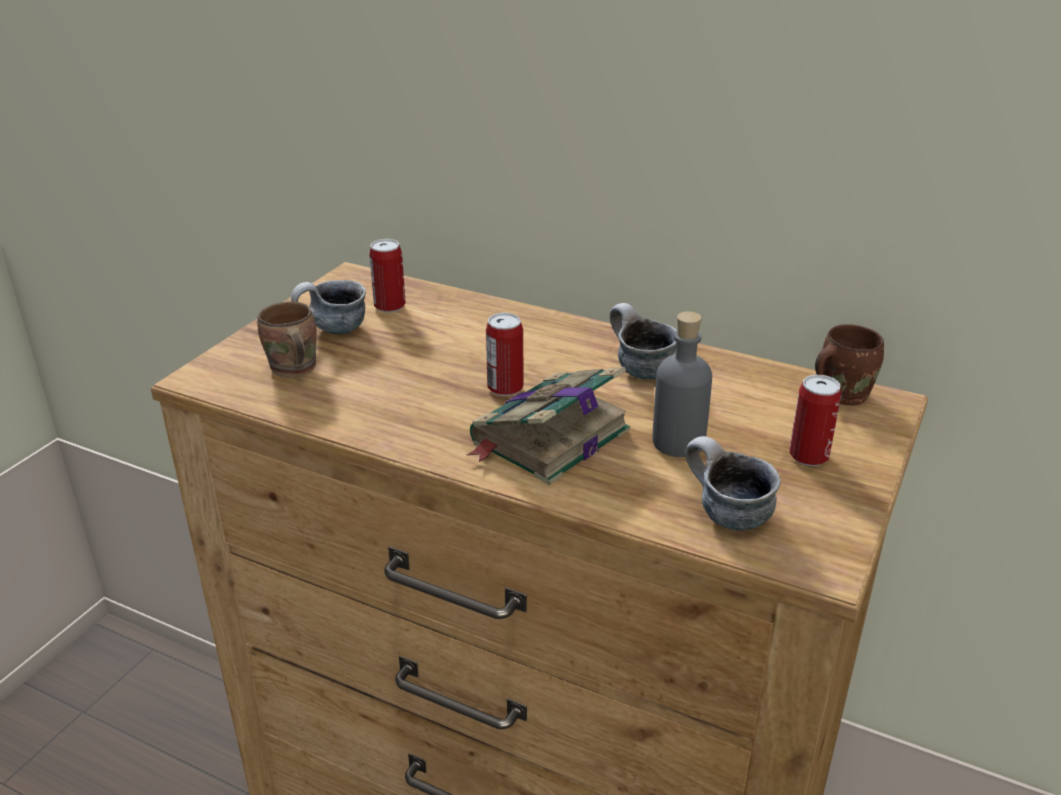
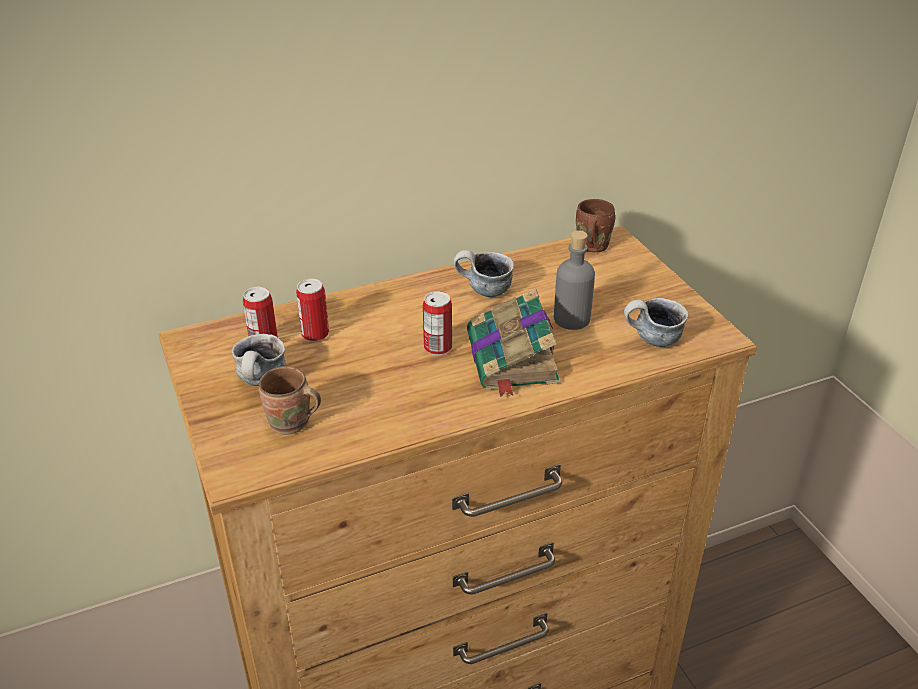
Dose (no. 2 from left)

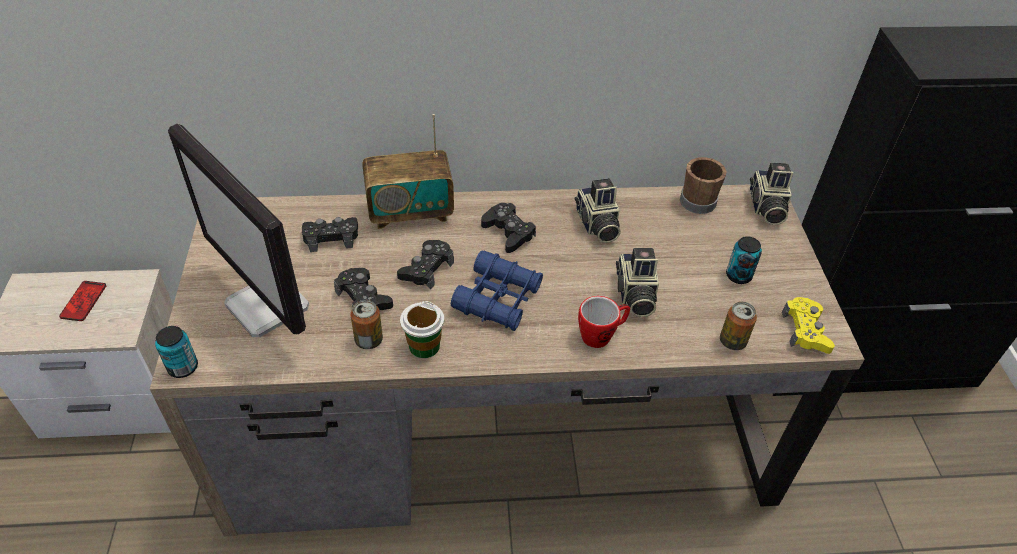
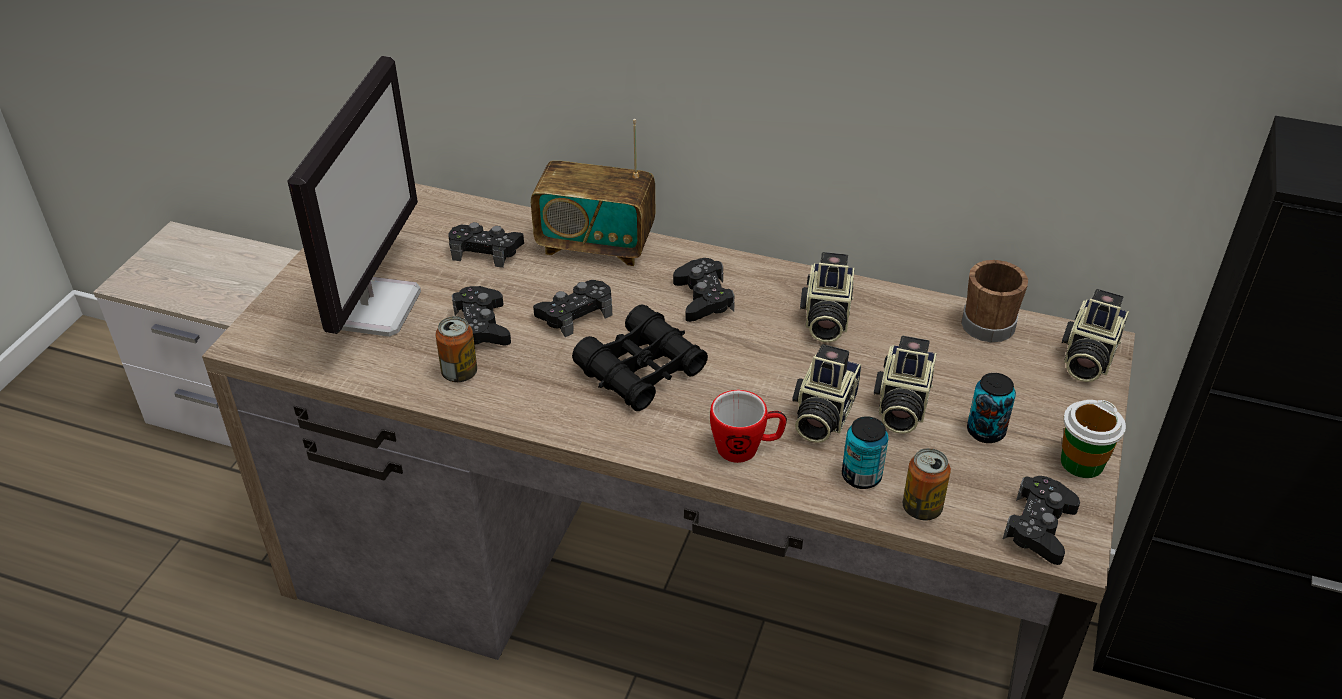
Monitor
Fernglas (schwarz)
Dose (no. 2 from left)
Kamera (no. 3 from left)
Gamepad (schwarz) (no. 5 from left)
Tasse
Handy

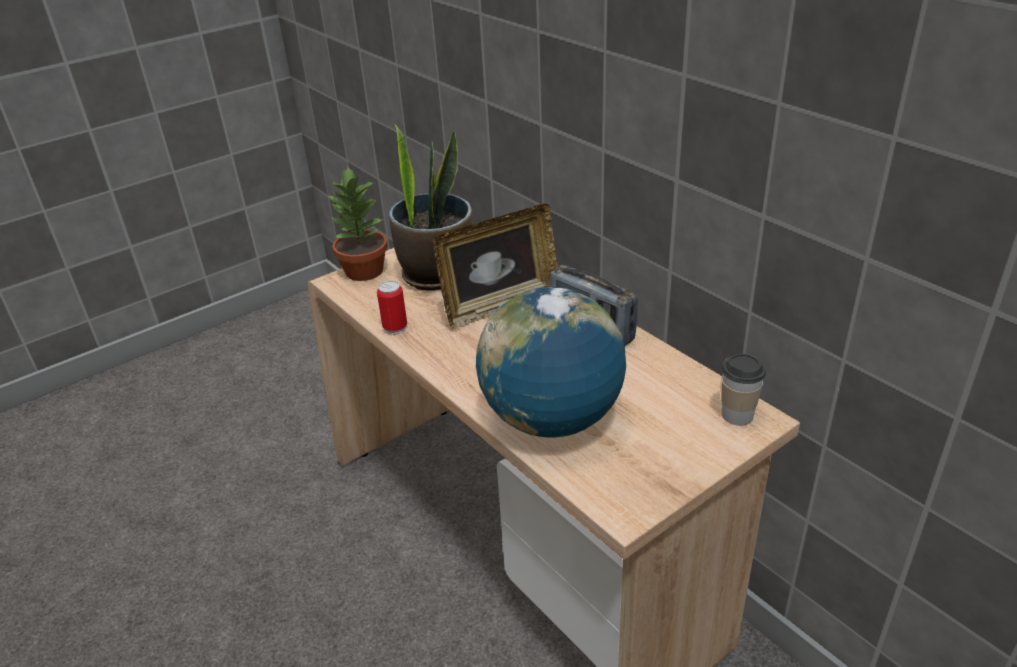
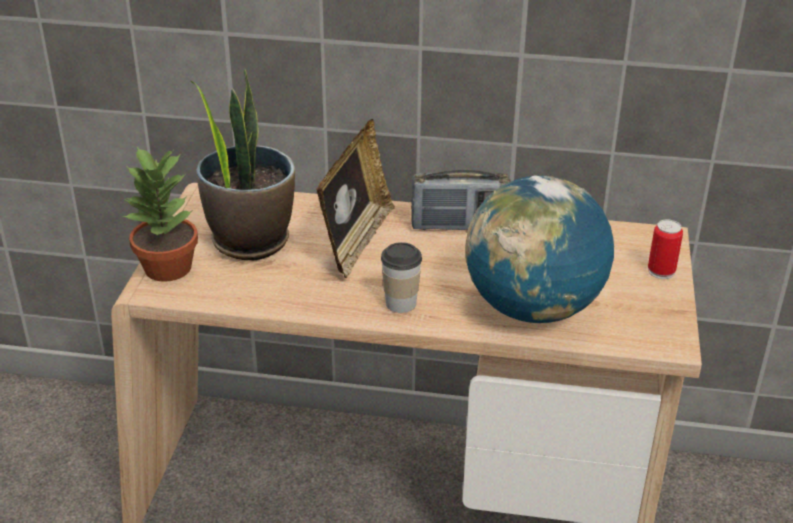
Tasse
Dose

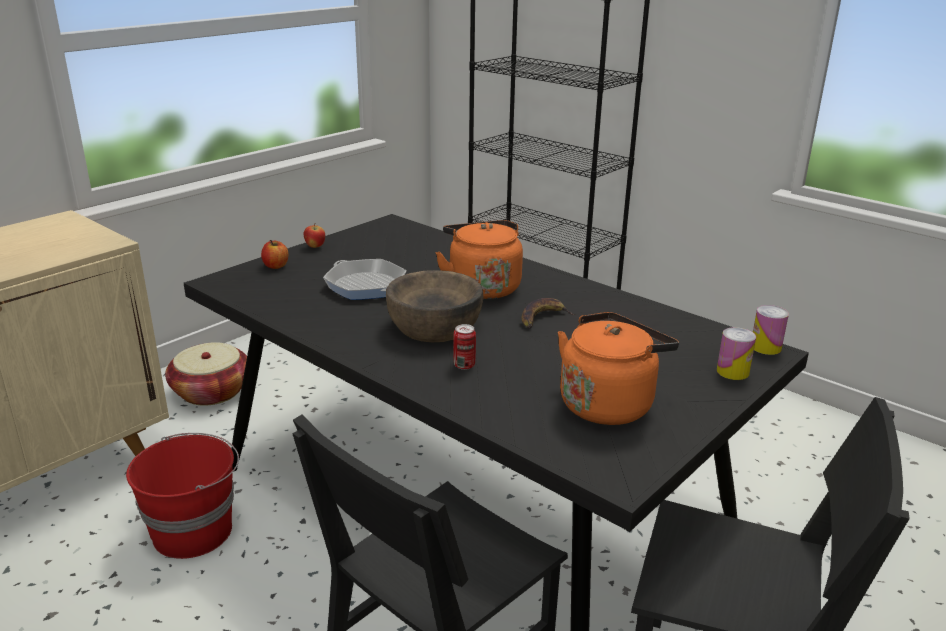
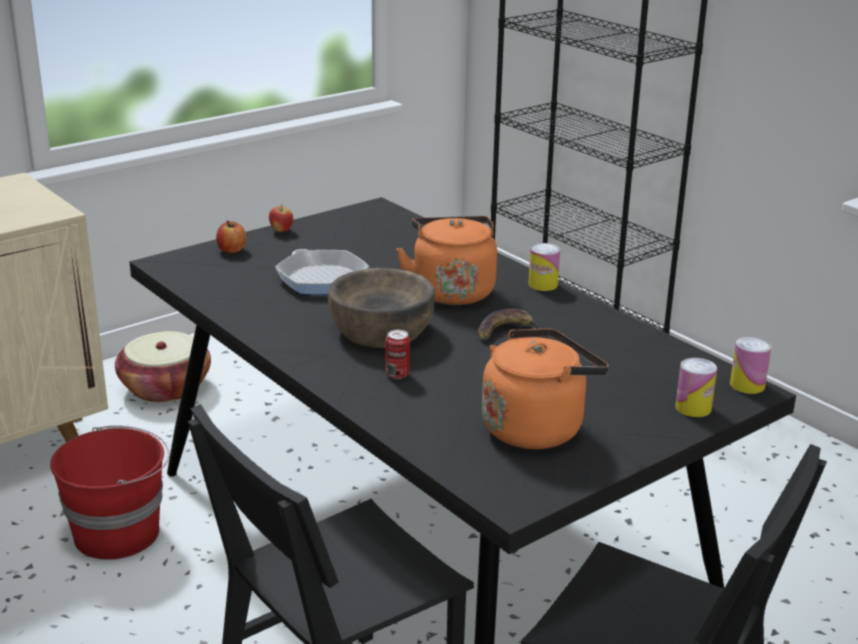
Dose (no. 2 from left)

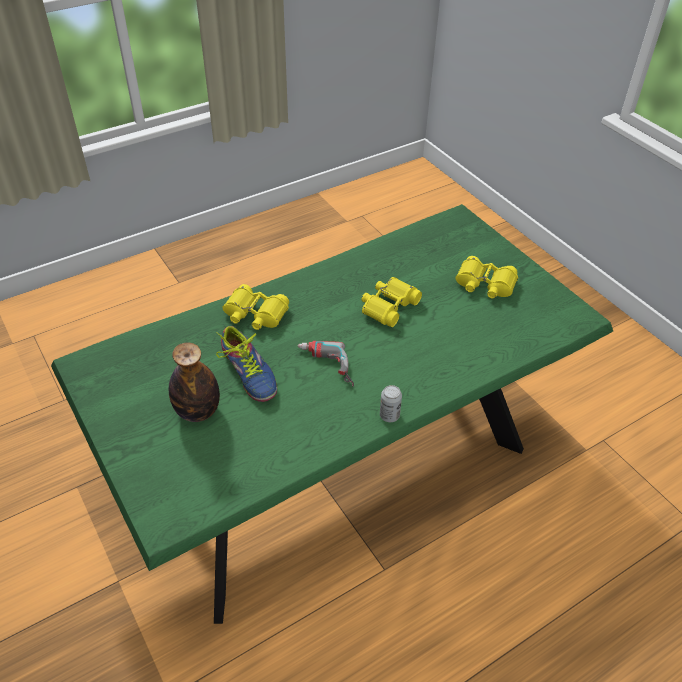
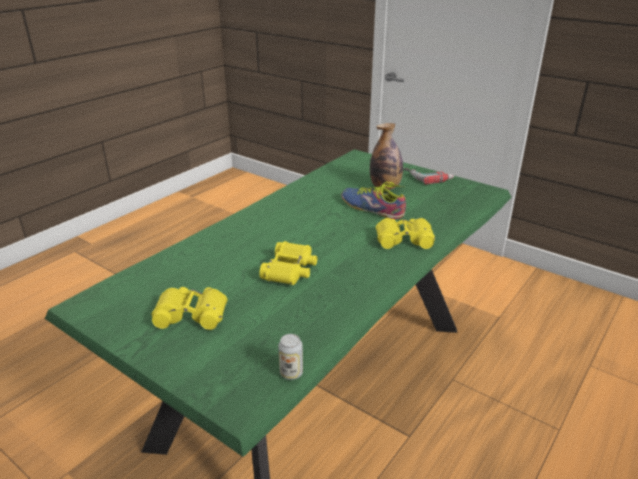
Dose
Bohrmaschine

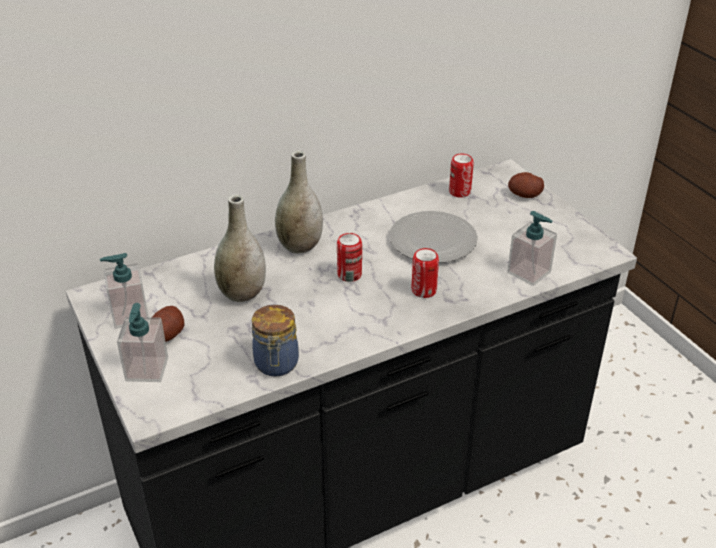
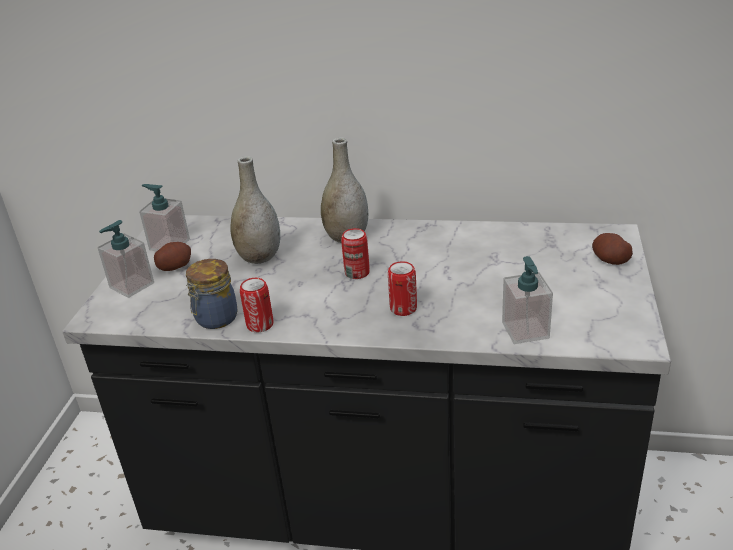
Dose (no. 1 from left)
Teller

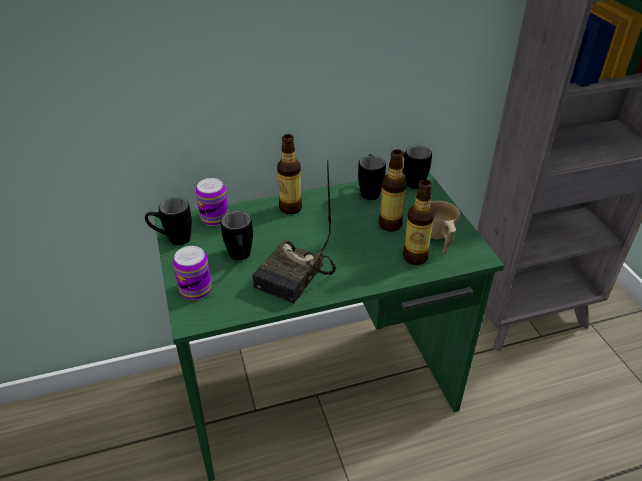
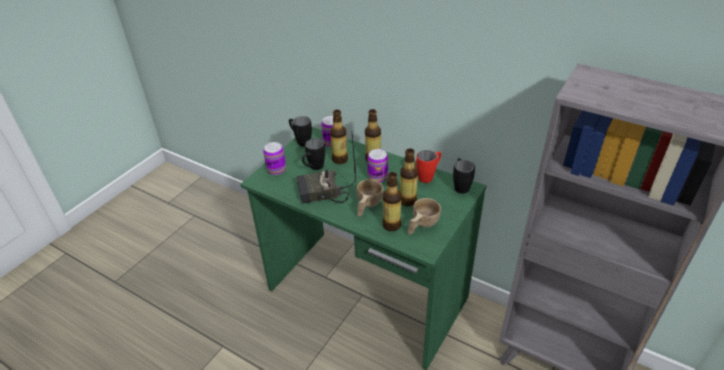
Flasche (no. 1 from left)
Tasse (beige) (no. 1 from left)
Dose (no. 3 from left)
Henkelbecher (rot)

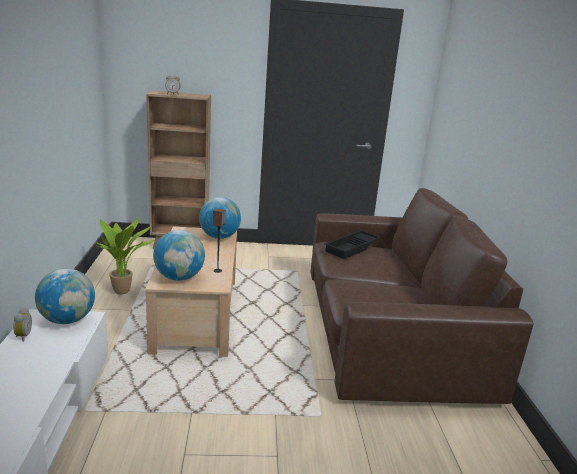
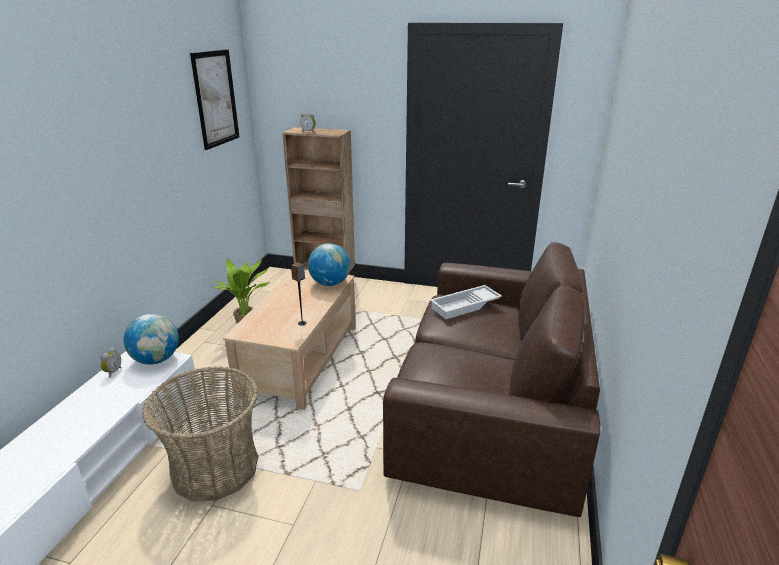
Korb
Bild
Tablett (weiß)
Globus (no. 2 from left in the first image)

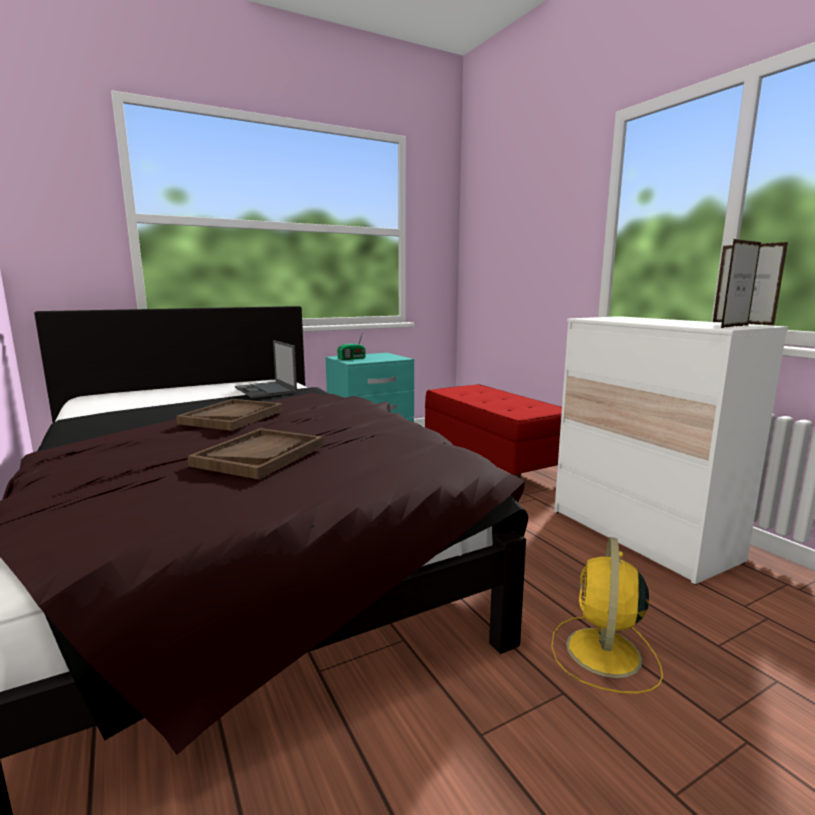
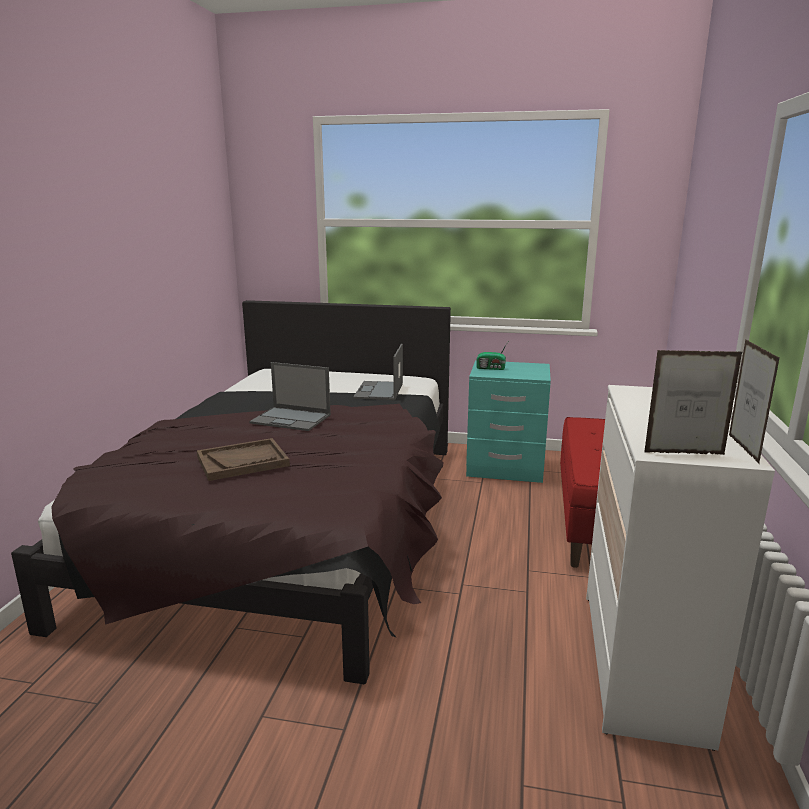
Laptop (no. 1 from left)
Ventilator (gelb)

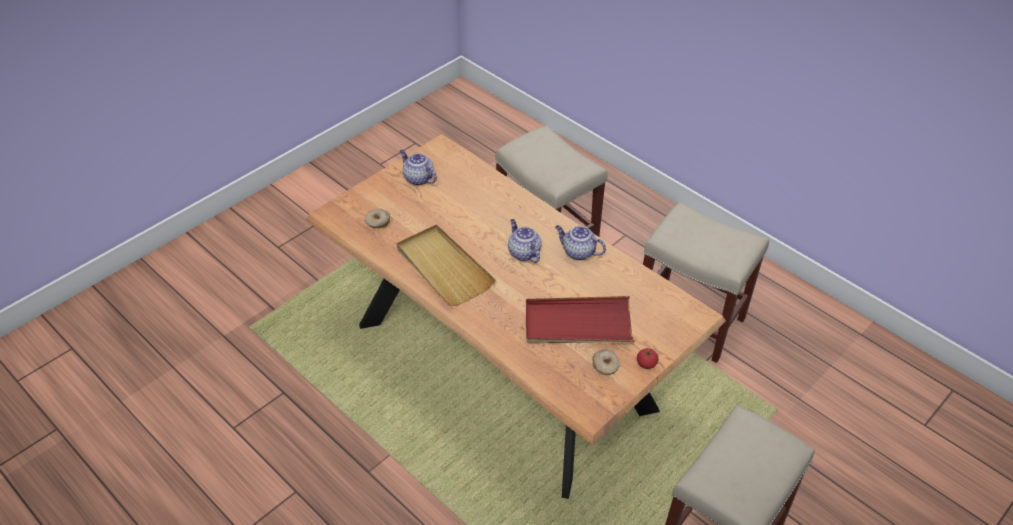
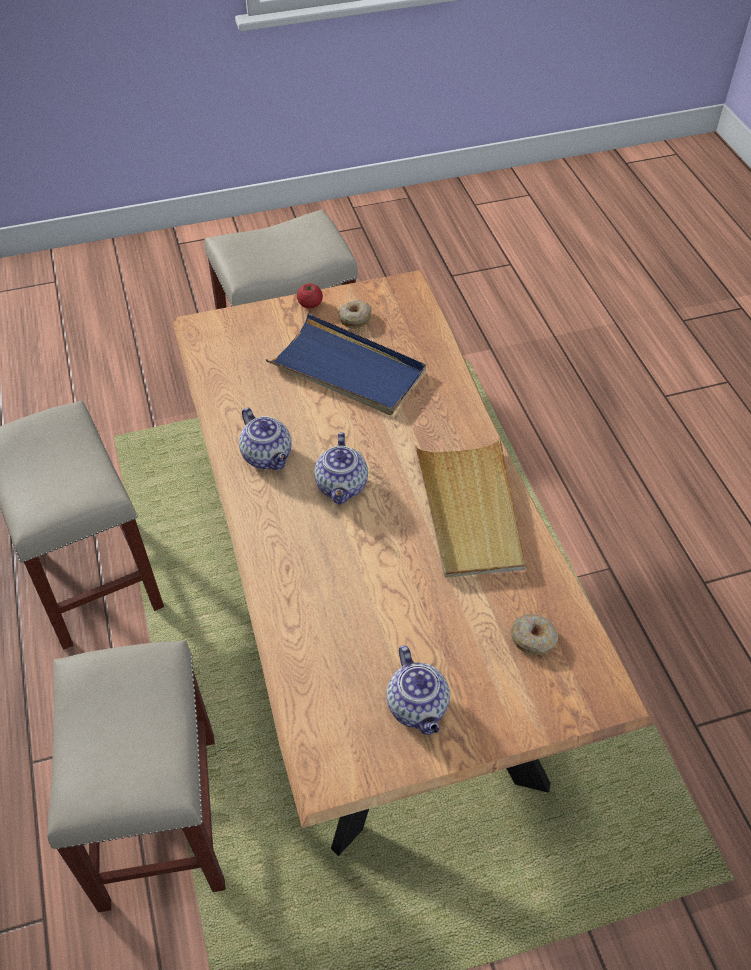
Tablett (blau)

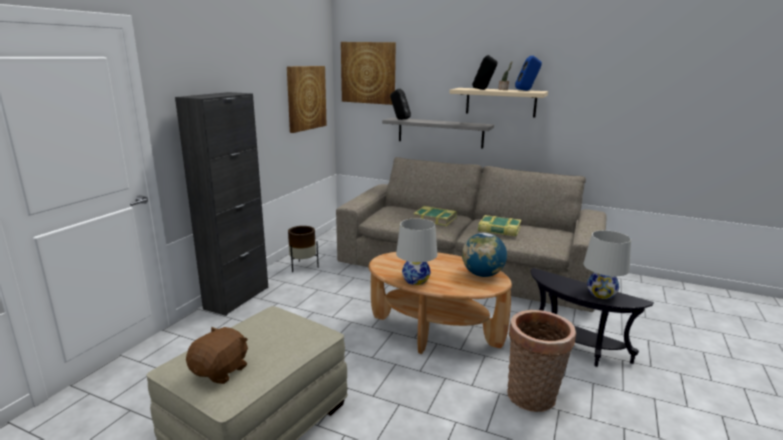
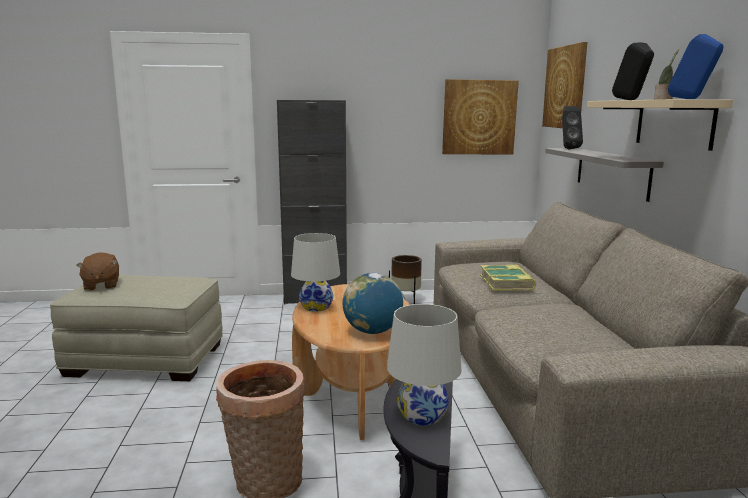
Plüschtier (braun)
Buch (no. 2 from left in the first image)

